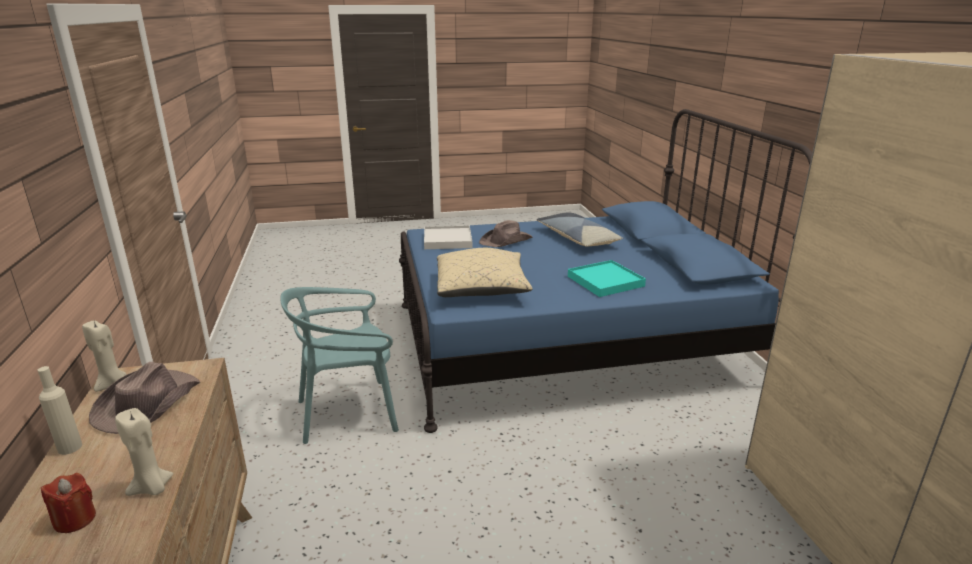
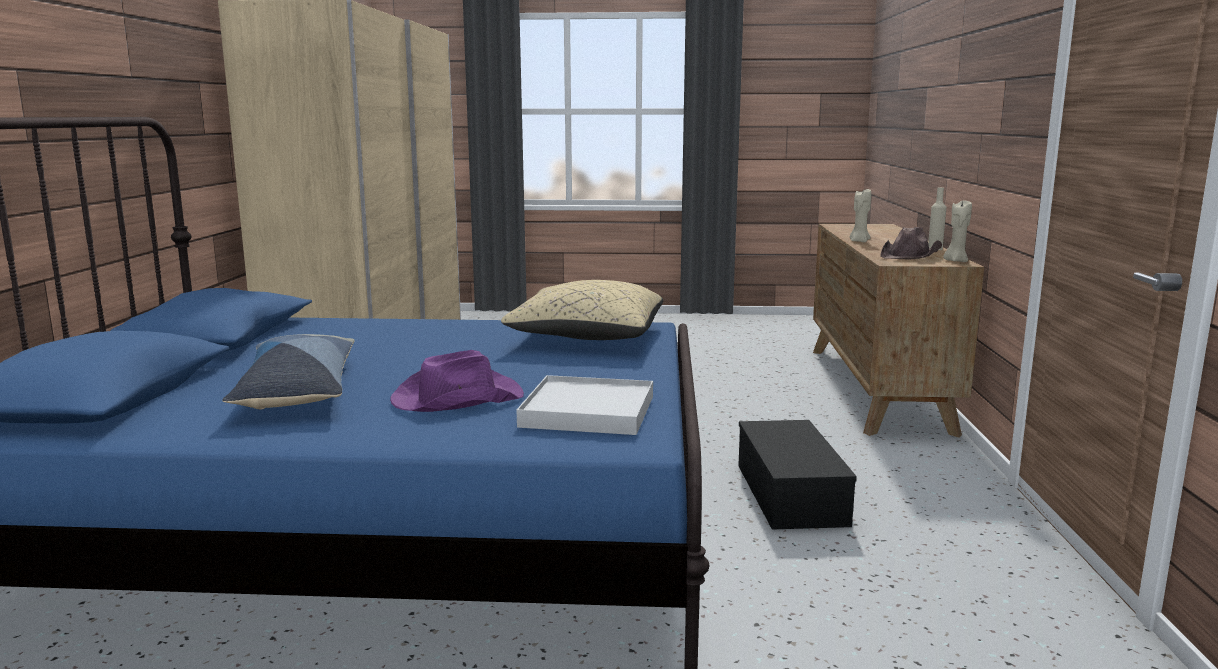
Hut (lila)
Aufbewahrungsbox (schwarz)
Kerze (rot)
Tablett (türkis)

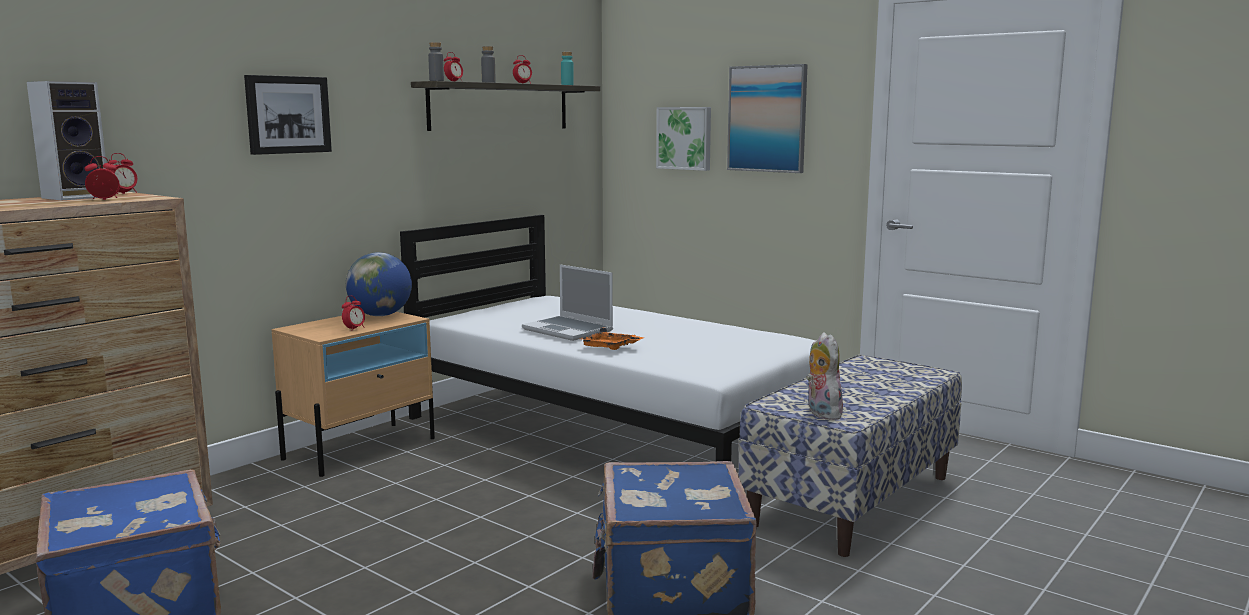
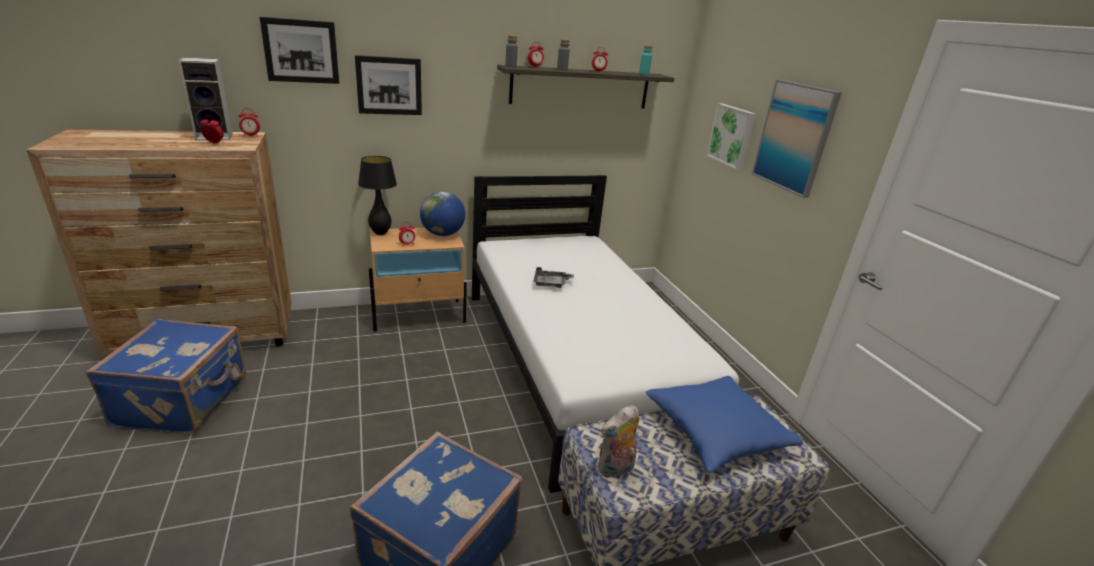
Bild (no. 1 from left)
Tischlampe (schwarz)
Tablett (grau)
Plüschtier
Kissen (blau)
Tablett (orange)

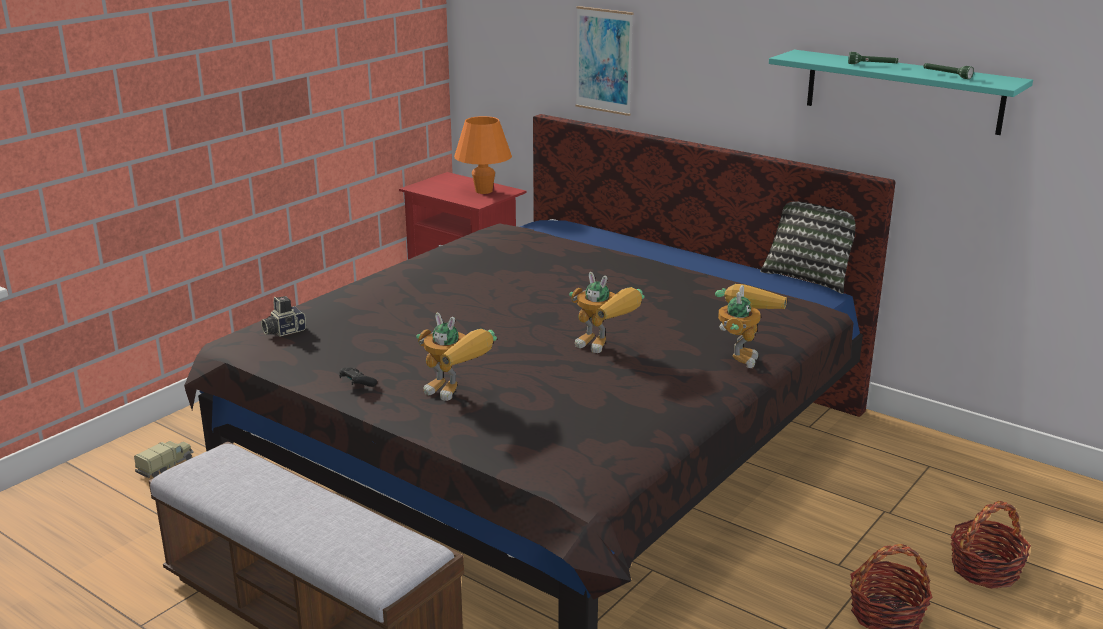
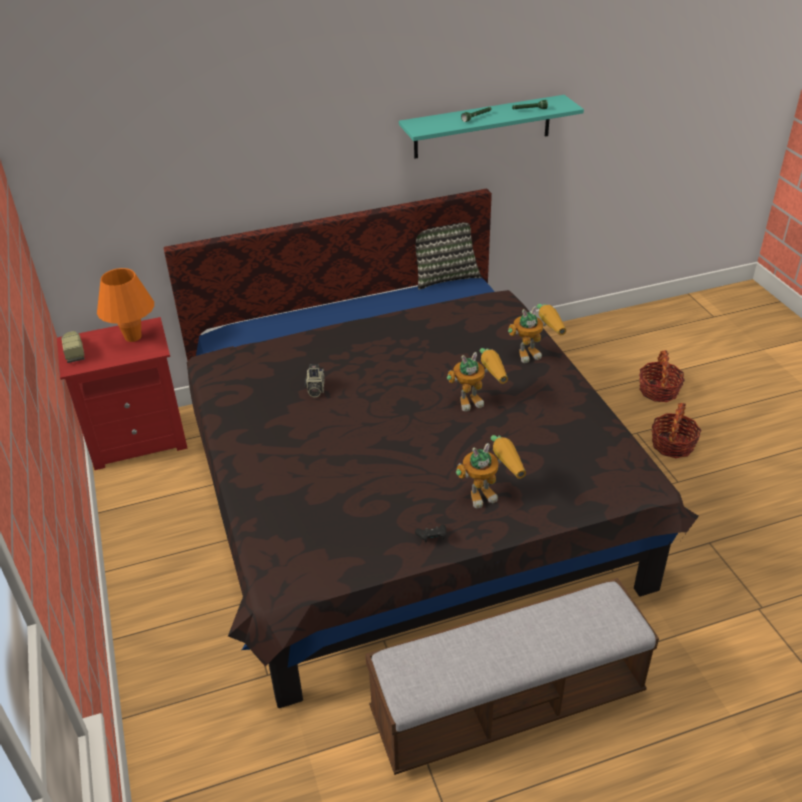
Spielzeuglaster
Kamera
Spielzeugroboter (no. 3 from left)
Bild

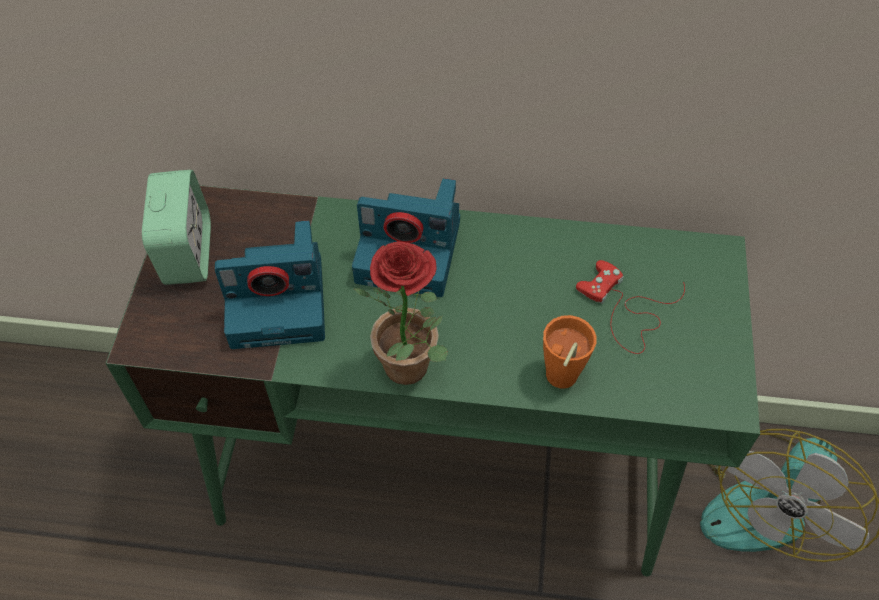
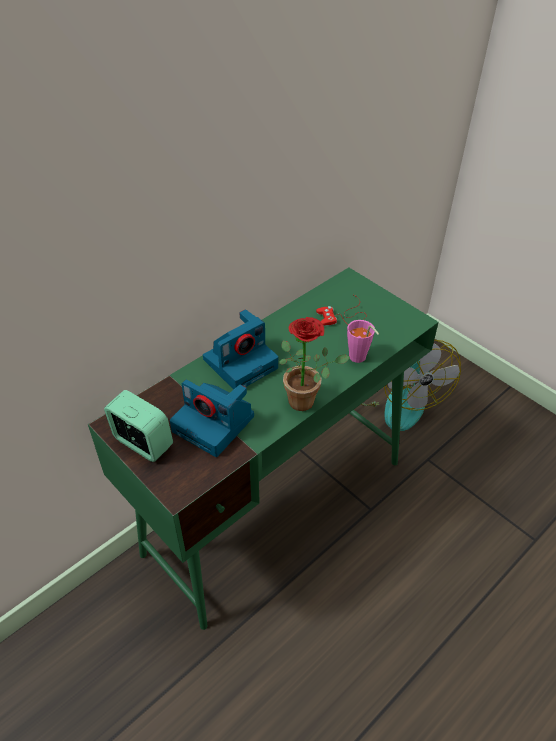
Kamera (no. 1 from left)
Tasse (rosa)

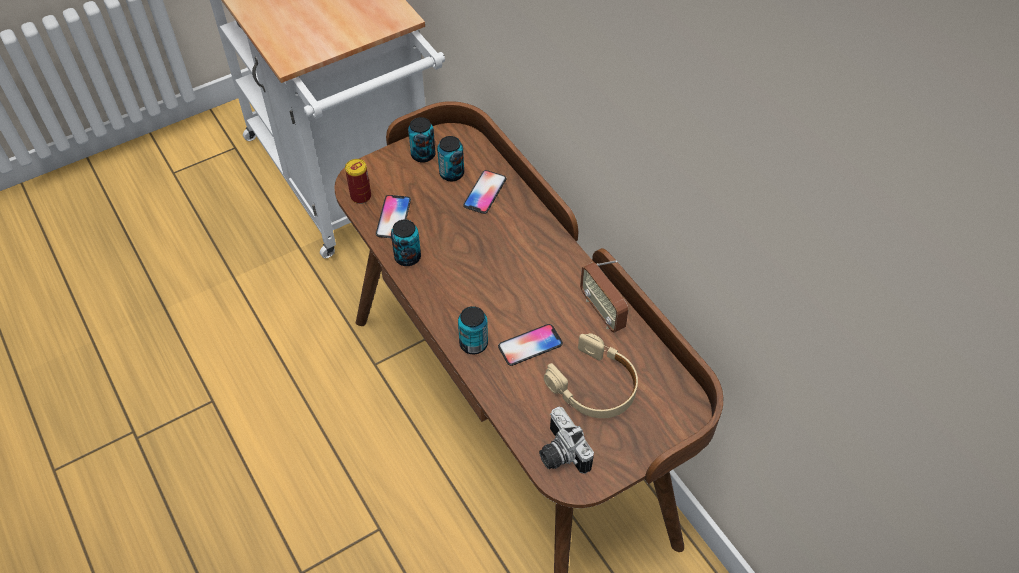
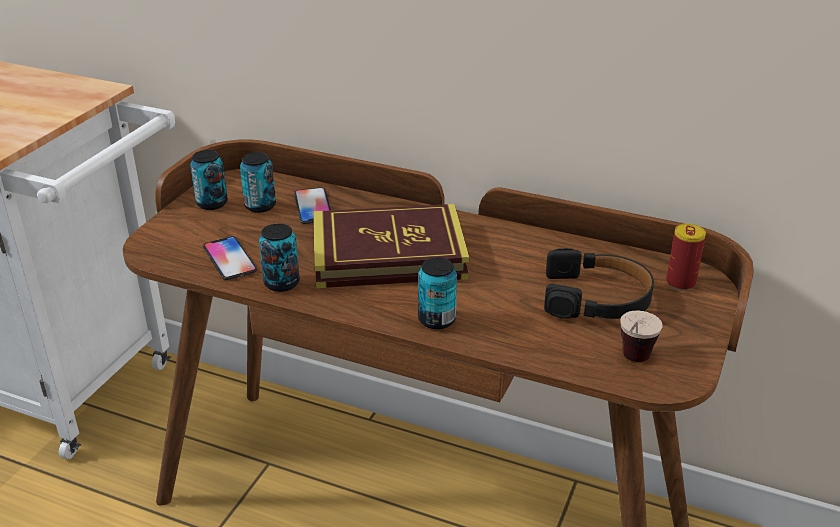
Buch
Kopfhörer (schwarz)
Tasse
Dose (no. 5 from left)
Handy (no. 3 from left in the first image)
Radio

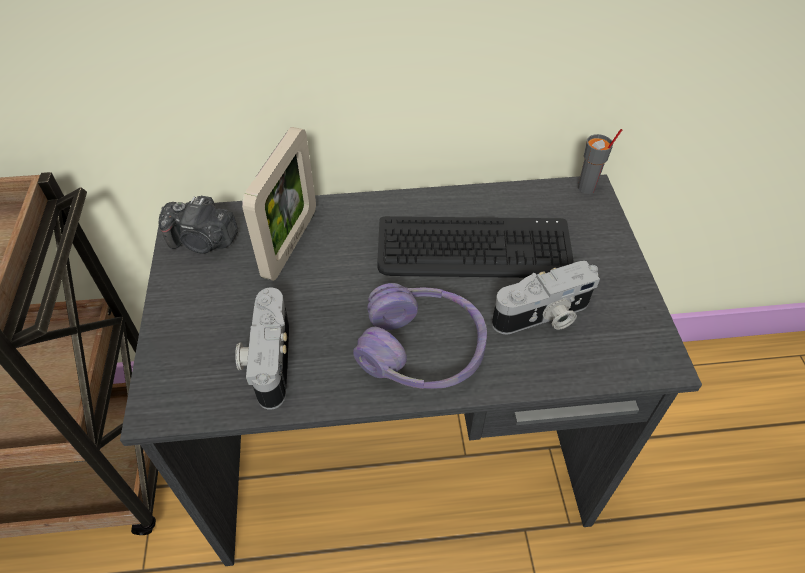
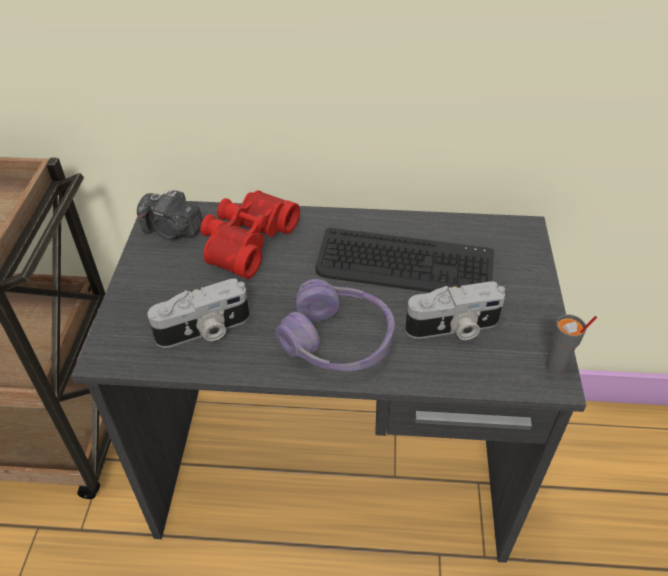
Kamera (no. 2 from left)
Fernglas (rot)
Tasse (grau)

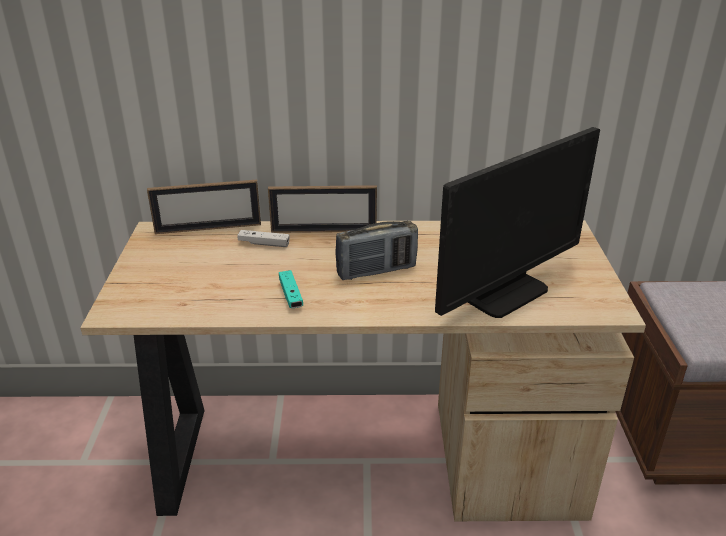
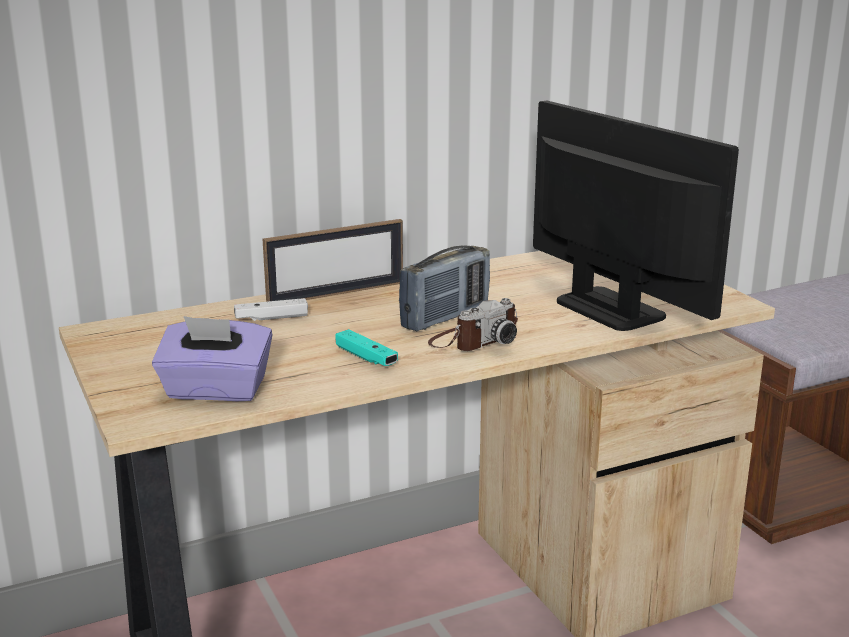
Taschentuchbox (lila)
Kamera
Monitor
Bilderrahmen (no. 1 from left in the first image)

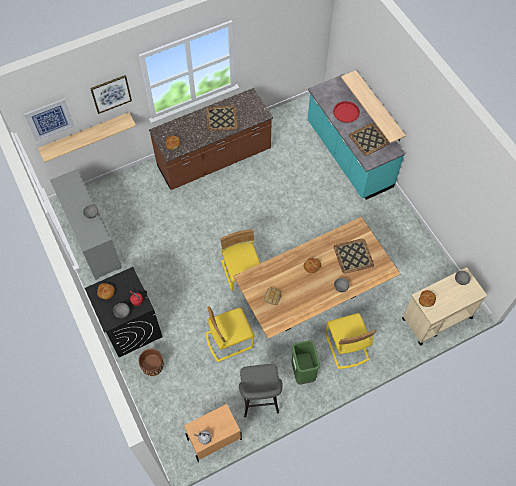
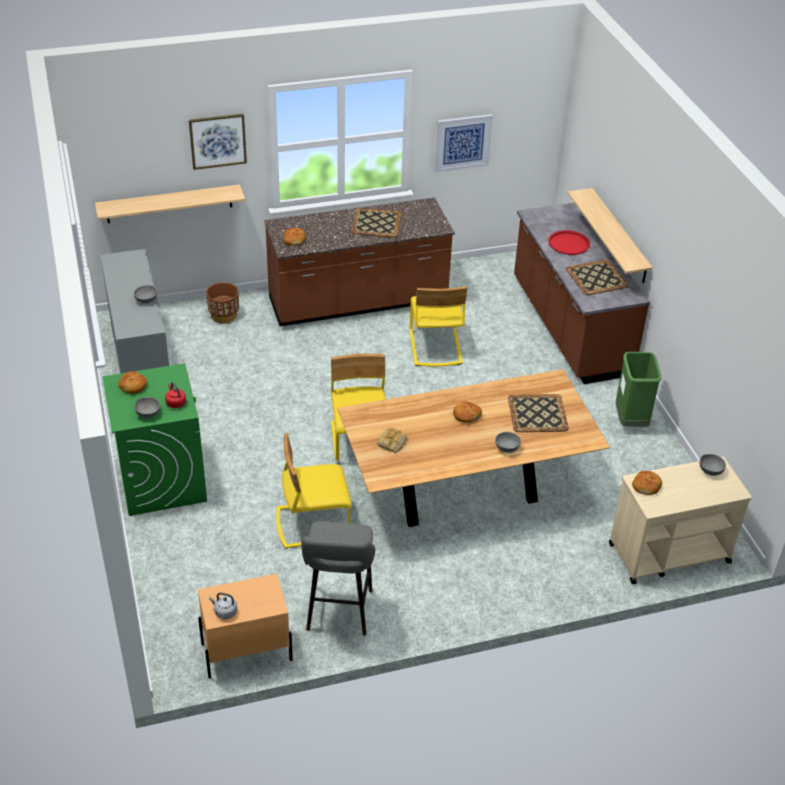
Waschmaschine (grün)
Pflanzkübel (braun)
Stuhl (gelb) (no. 3 from left)
Bild (no. 2 from left)
Küchenzeile (braun) (no. 2 from left)
Mülleimer (grün)

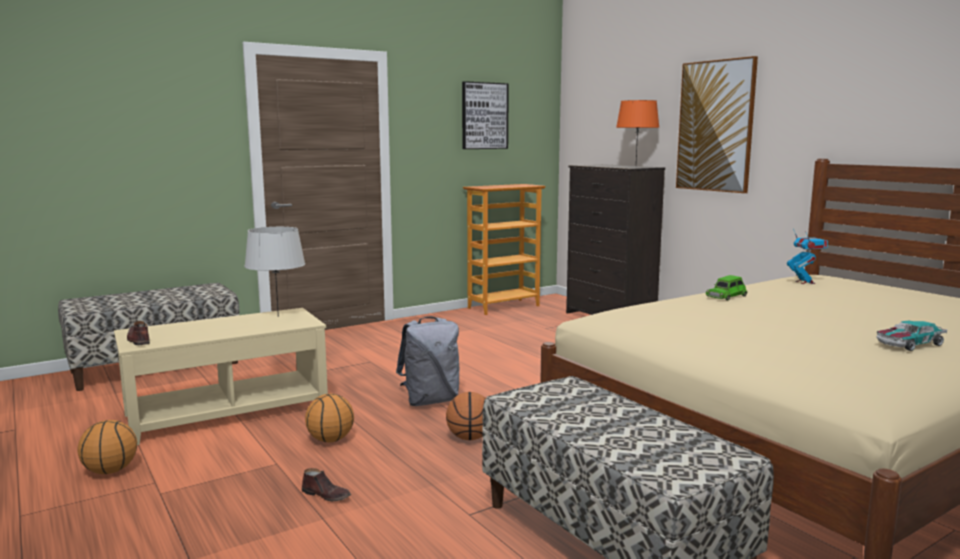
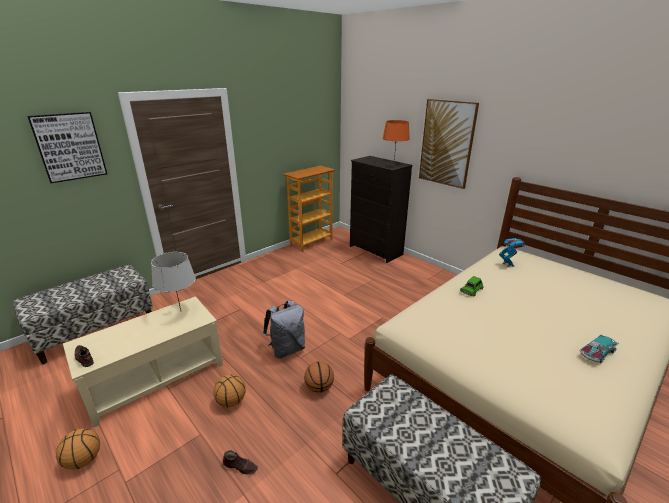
Bild (no. 1 from left)

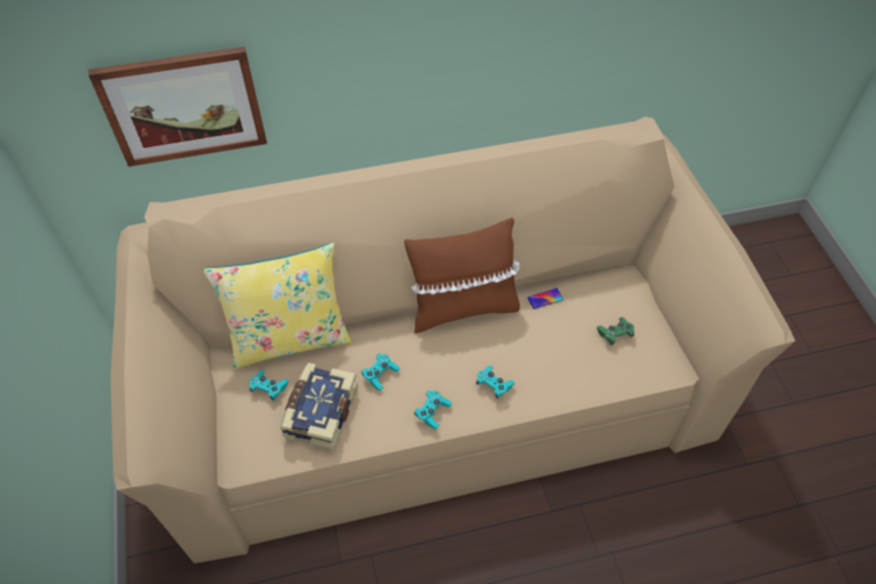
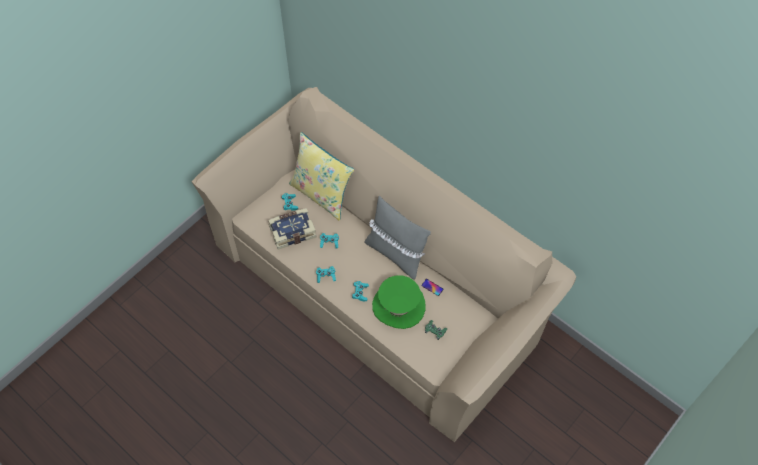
Kissen (grau)
Hut (grün)
Bild

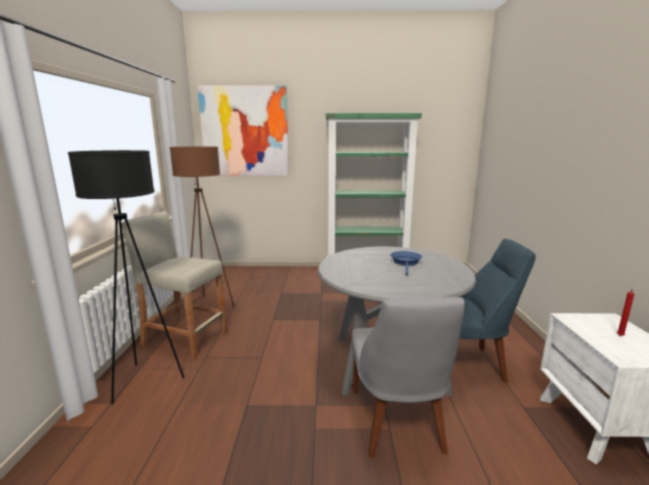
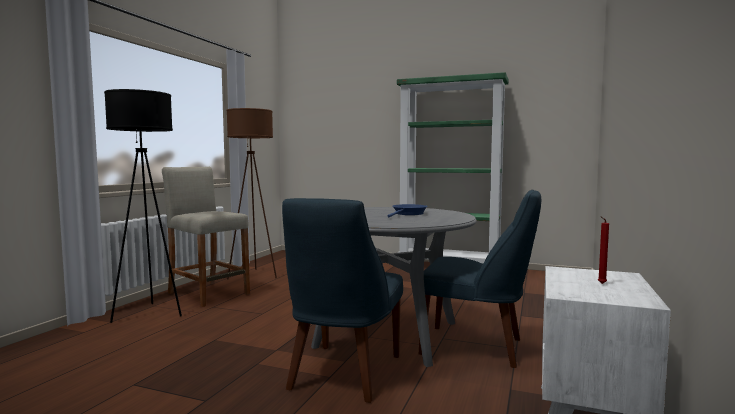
Stuhl (blau) (no. 1 from left)
Bild

